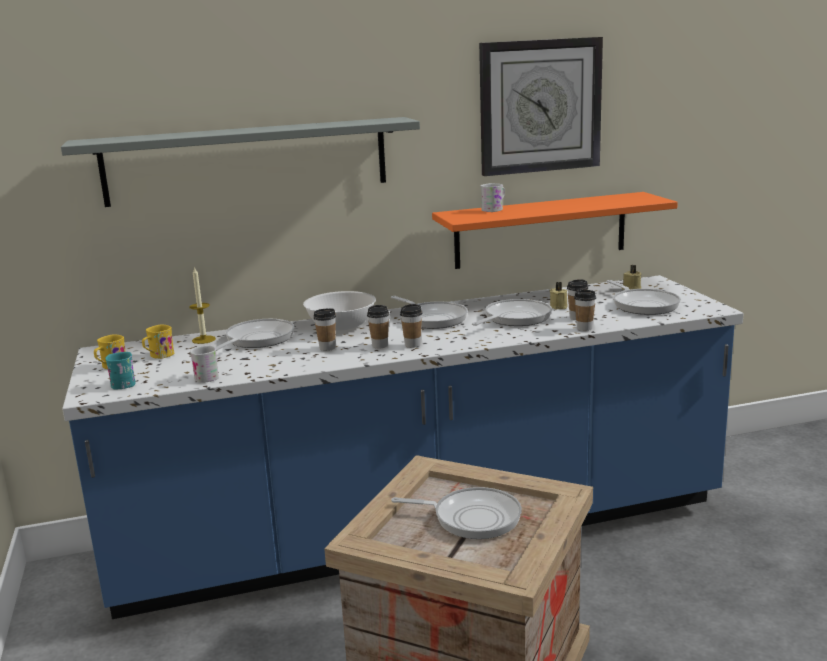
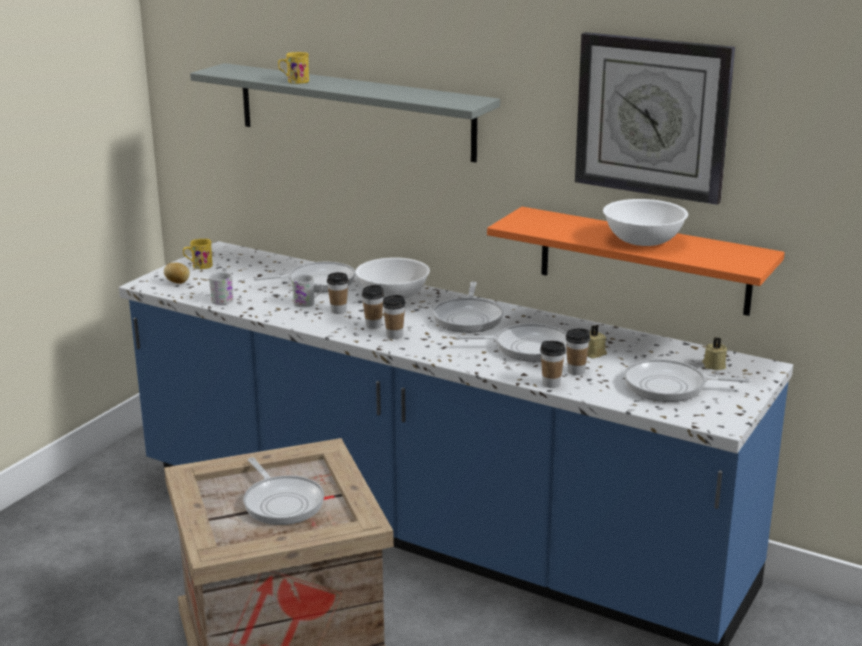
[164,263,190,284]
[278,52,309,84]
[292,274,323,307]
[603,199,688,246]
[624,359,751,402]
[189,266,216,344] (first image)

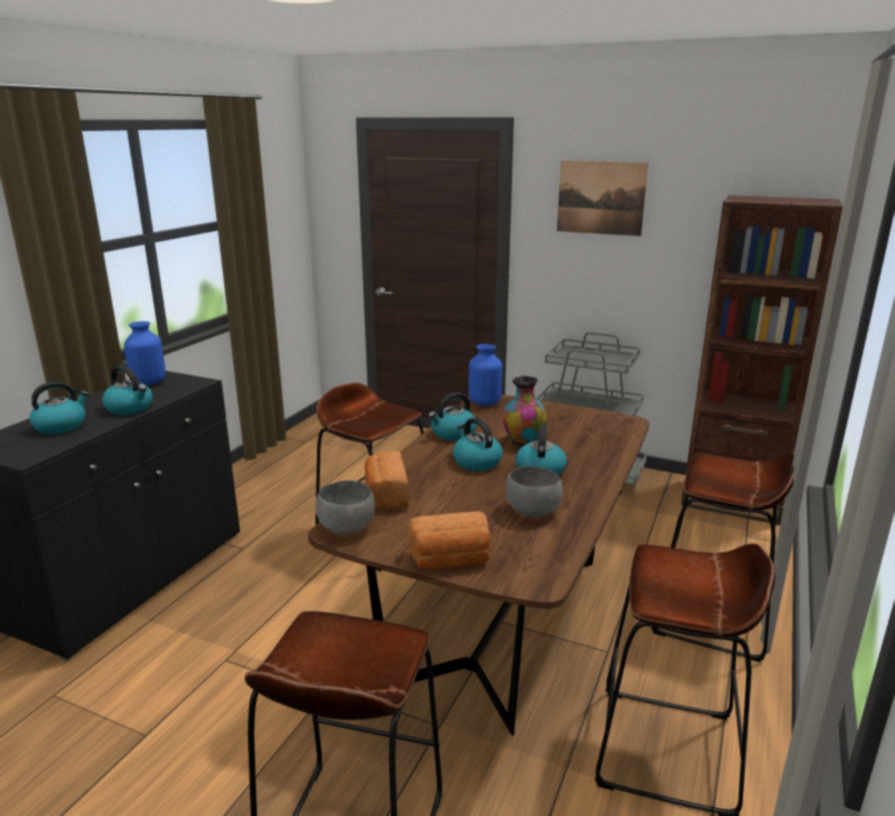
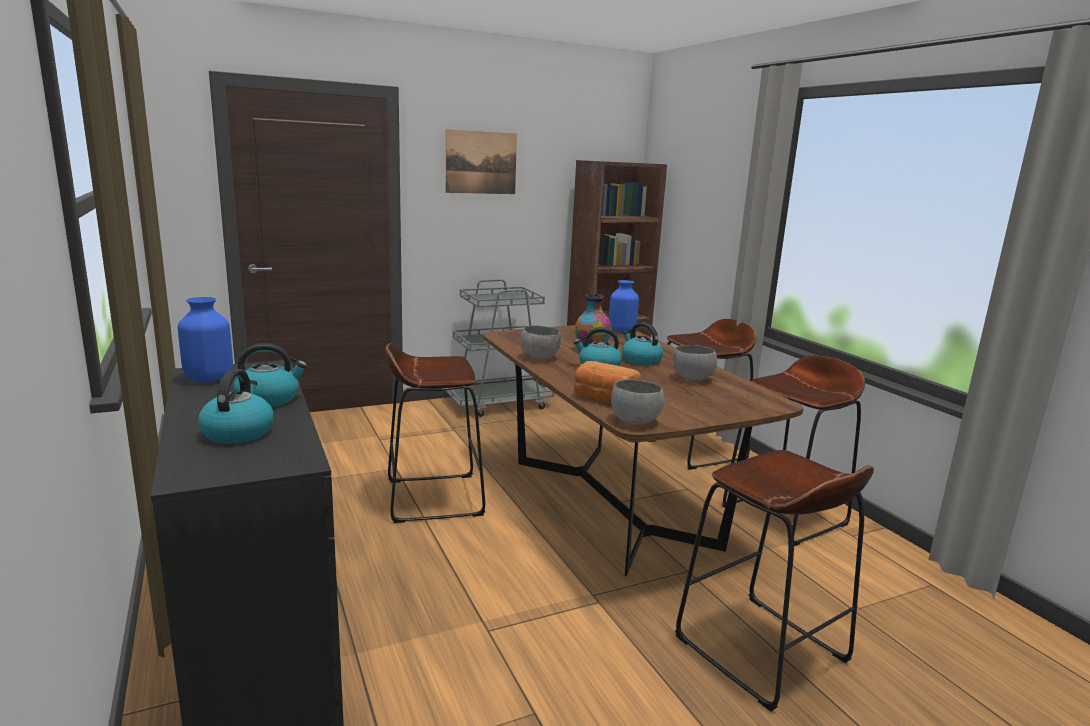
[520,325,561,359]
[609,280,639,333]
[408,511,491,569] (first image)

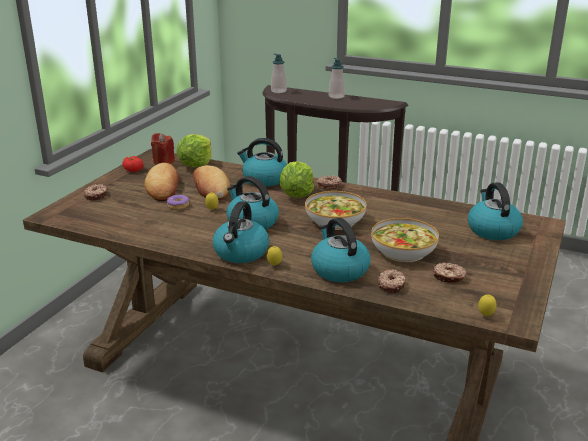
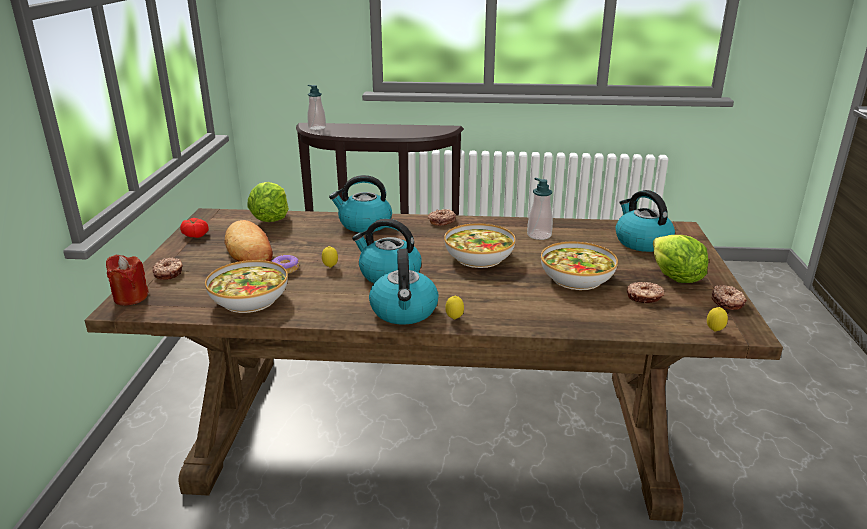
[106,255,149,306]
[205,260,288,313]
[527,178,553,240]
[653,235,708,283]
[712,285,747,310]
[193,165,230,200] (first image)
[311,218,371,282] (first image)

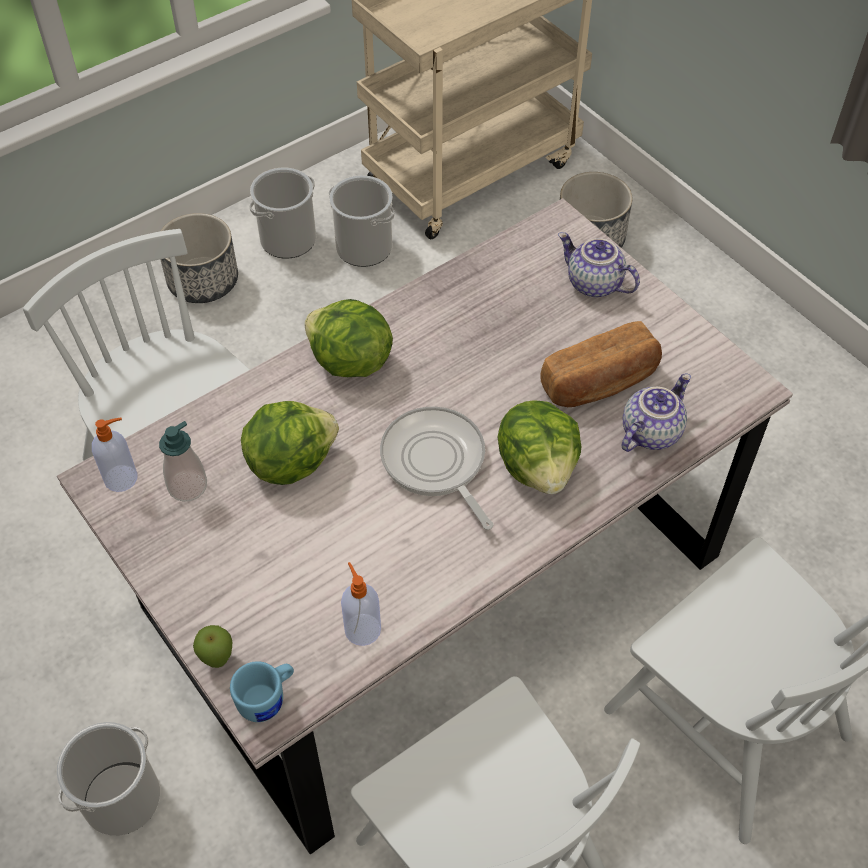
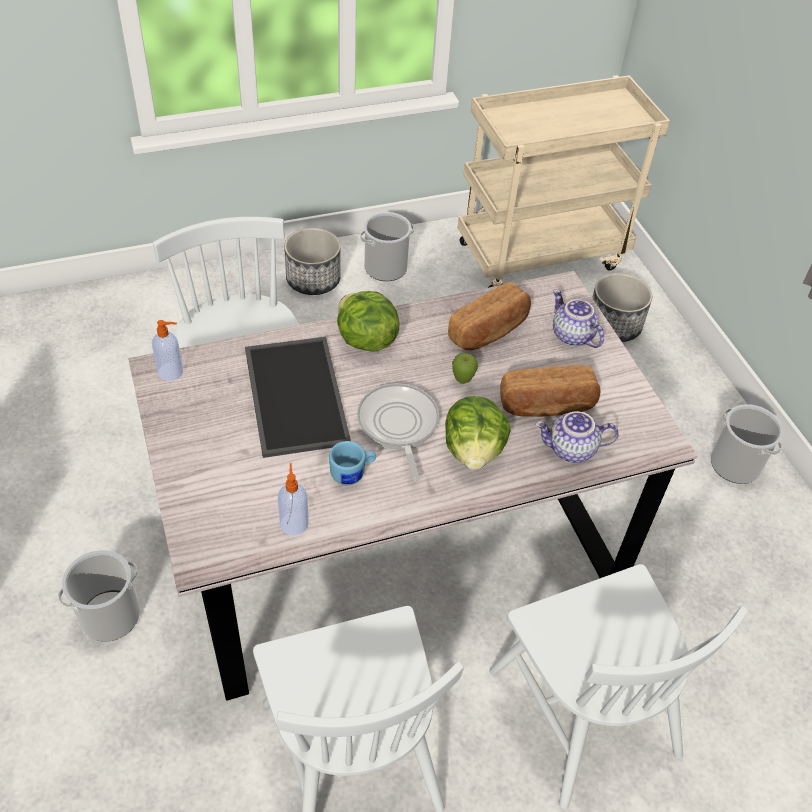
[245,337,351,458]
[329,441,376,485]
[448,282,531,350]
[452,353,478,384]
[535,411,619,463]
[711,404,784,484]
[159,421,207,502] (first image)

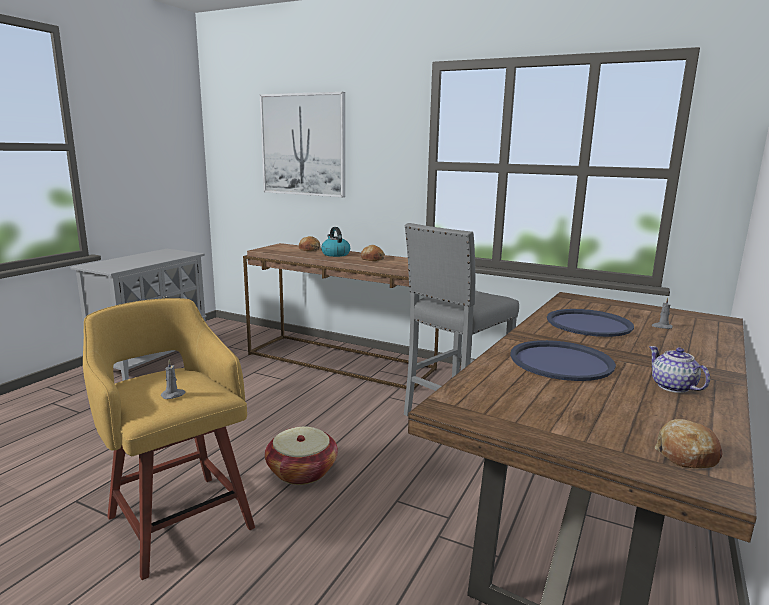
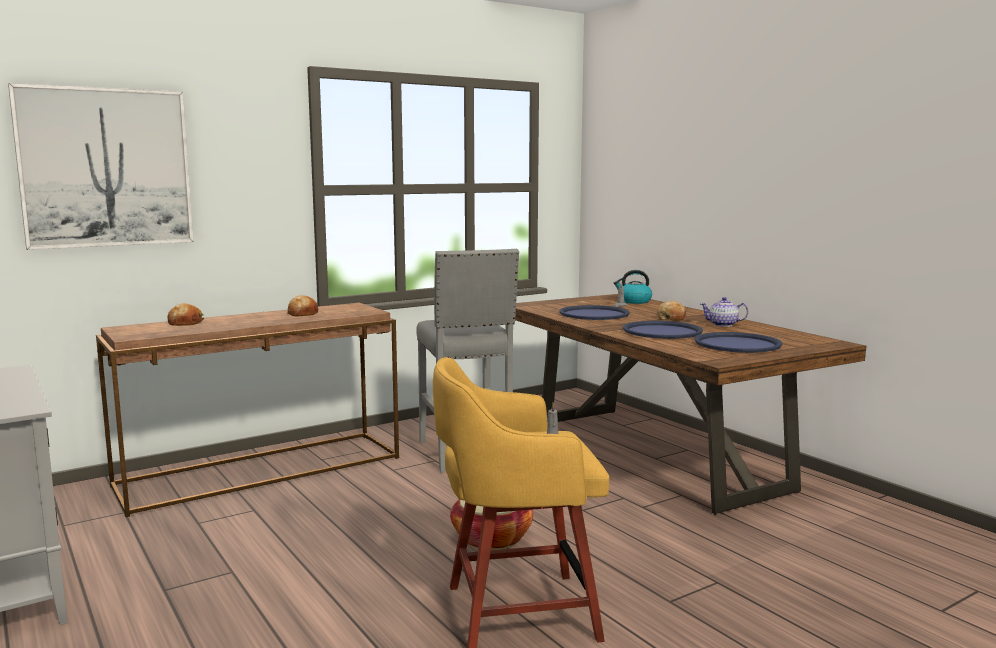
[614,270,652,304]
[657,301,686,321]
[694,332,782,353]

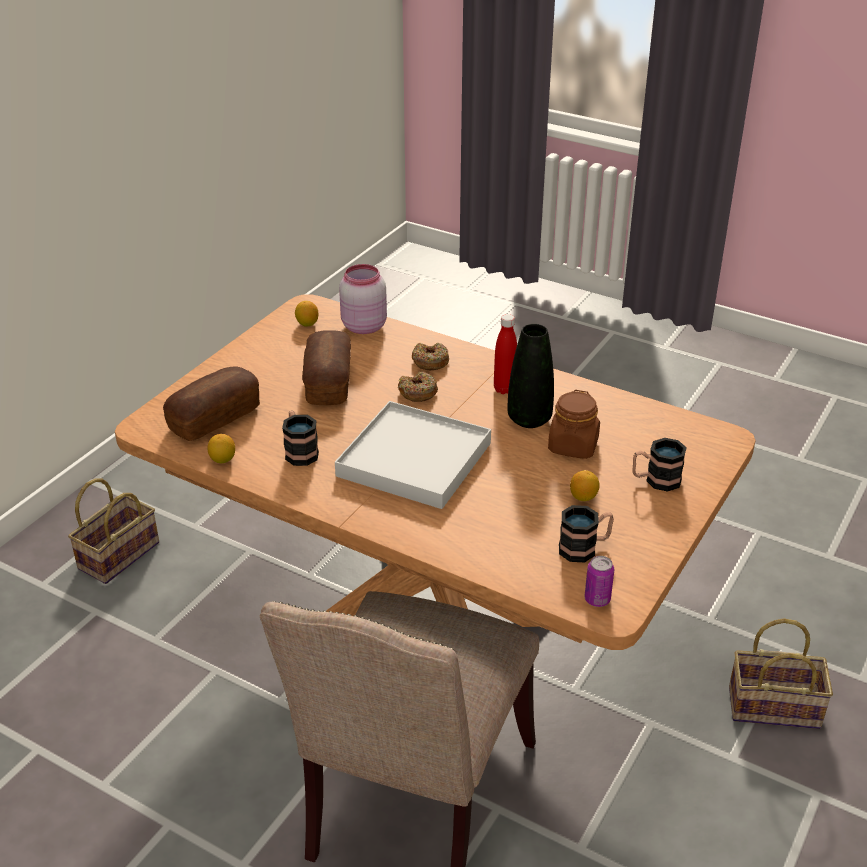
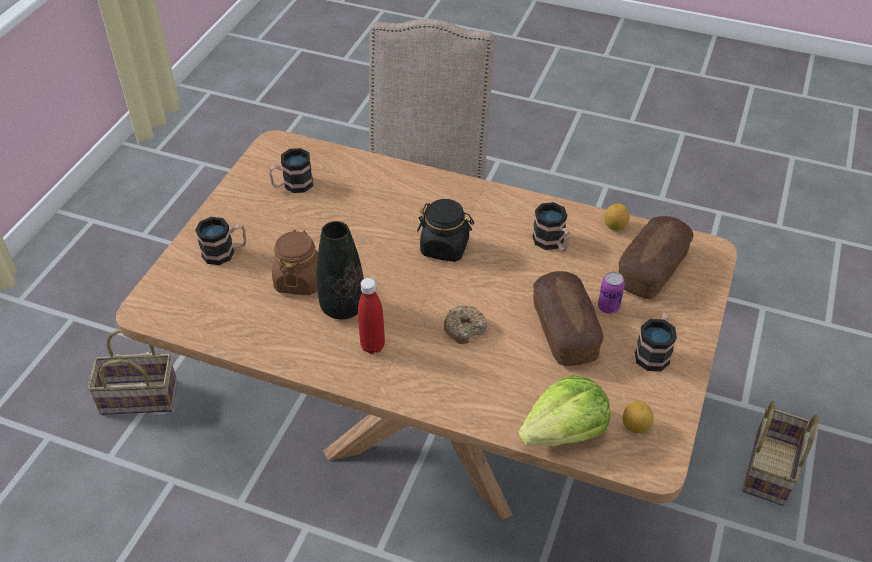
[417,199,474,262]
[518,375,610,447]
[598,272,625,314]
[635,313,677,371]
[412,343,449,370] (first image)
[570,470,600,501] (first image)

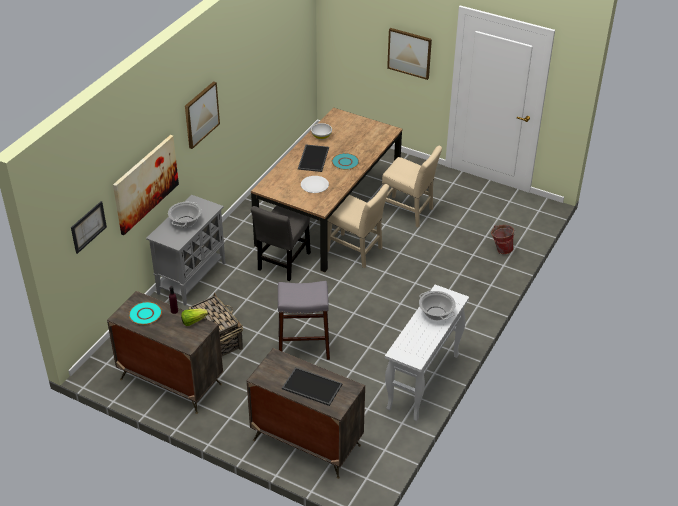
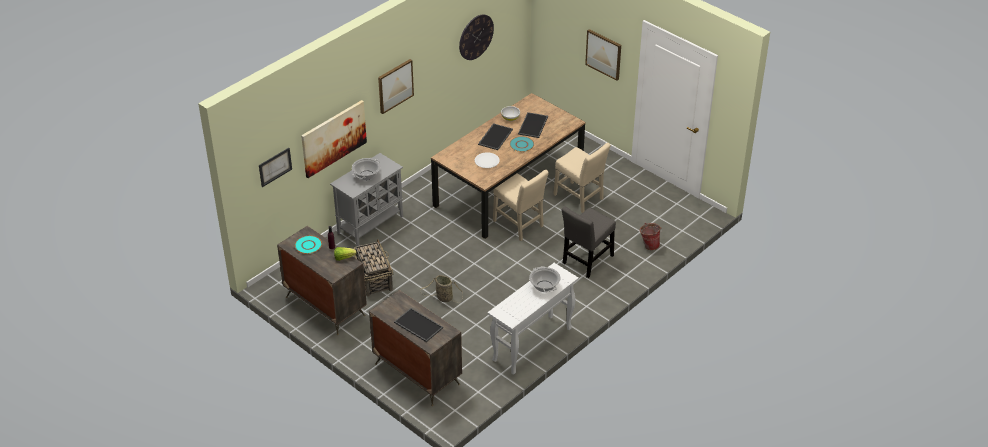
[420,275,463,303]
[459,14,494,60]
[518,112,548,138]
[561,206,616,278]

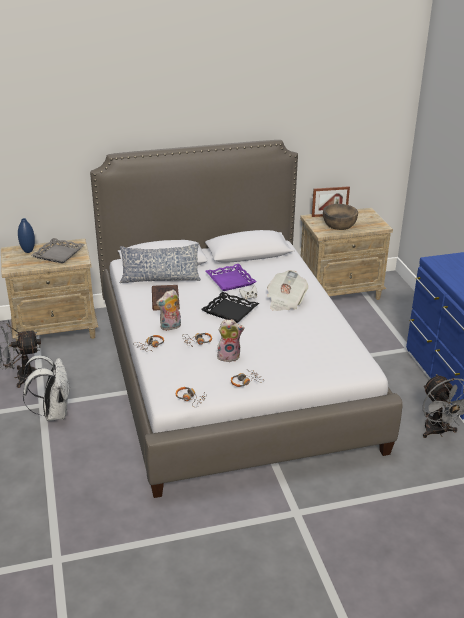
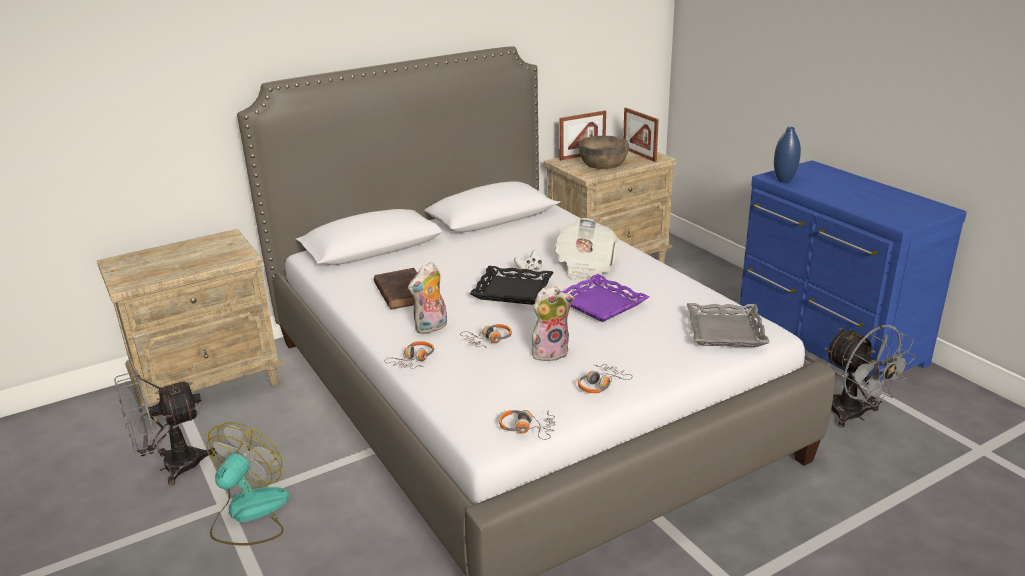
[206,422,290,546]
[561,274,649,322]
[623,108,659,162]
[687,303,770,347]
[774,127,801,183]
[120,243,201,283] (first image)

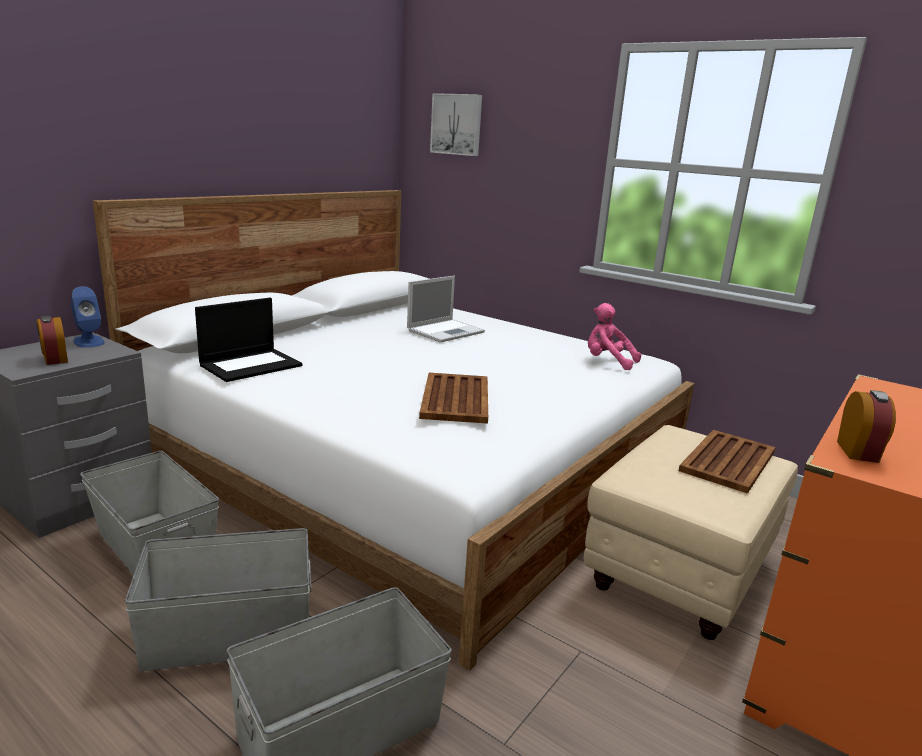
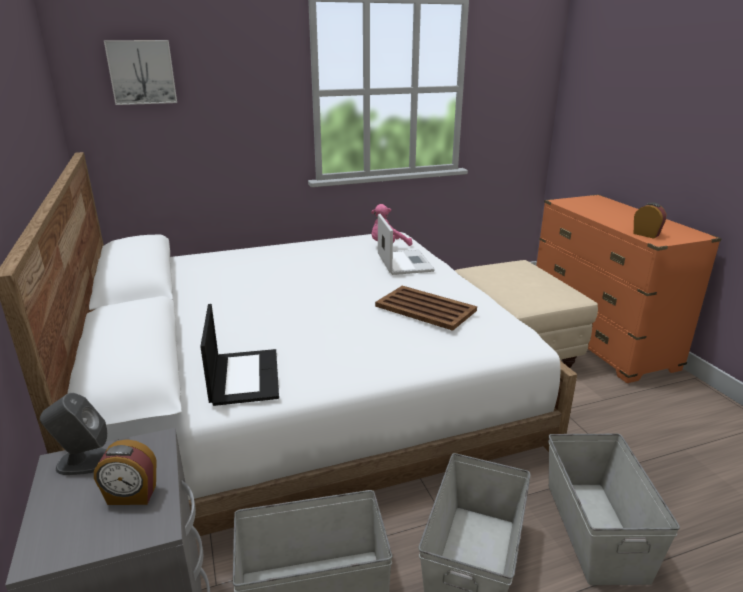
[40,393,107,475]
[378,214,435,275]
[679,430,776,494] (first image)

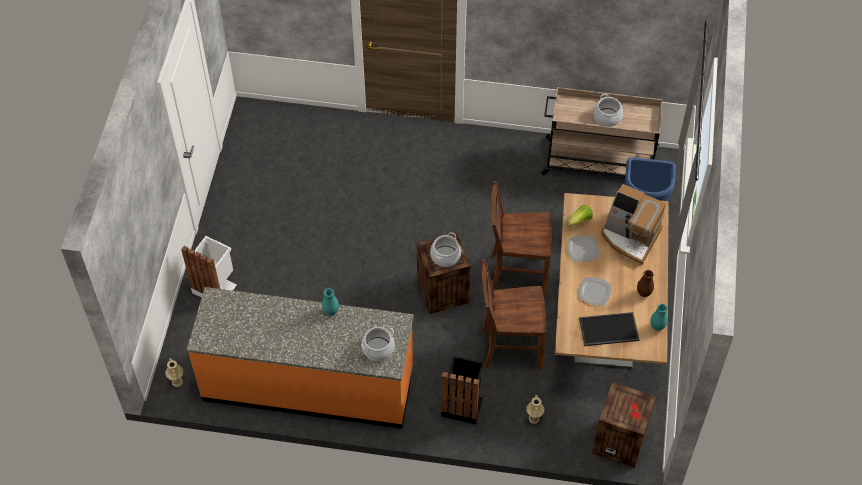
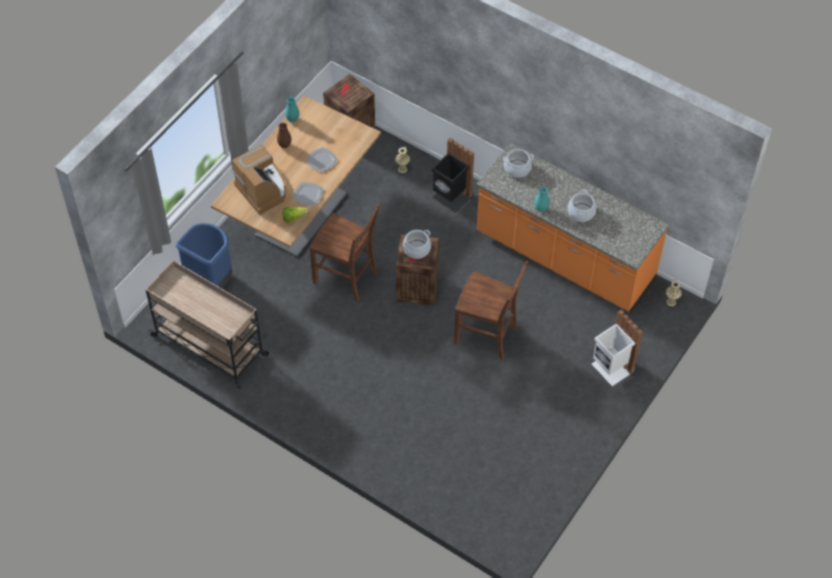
[454,261,528,359]
[568,189,596,222]
[579,312,639,346] (first image)

